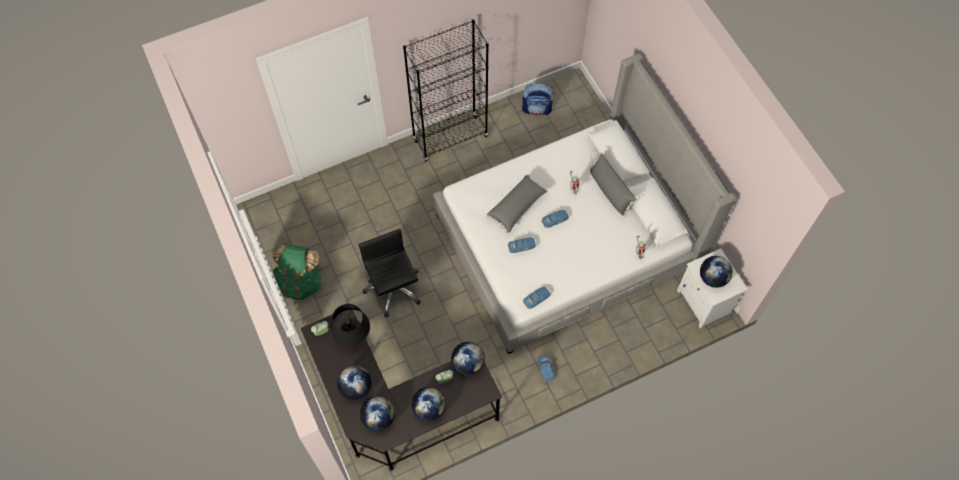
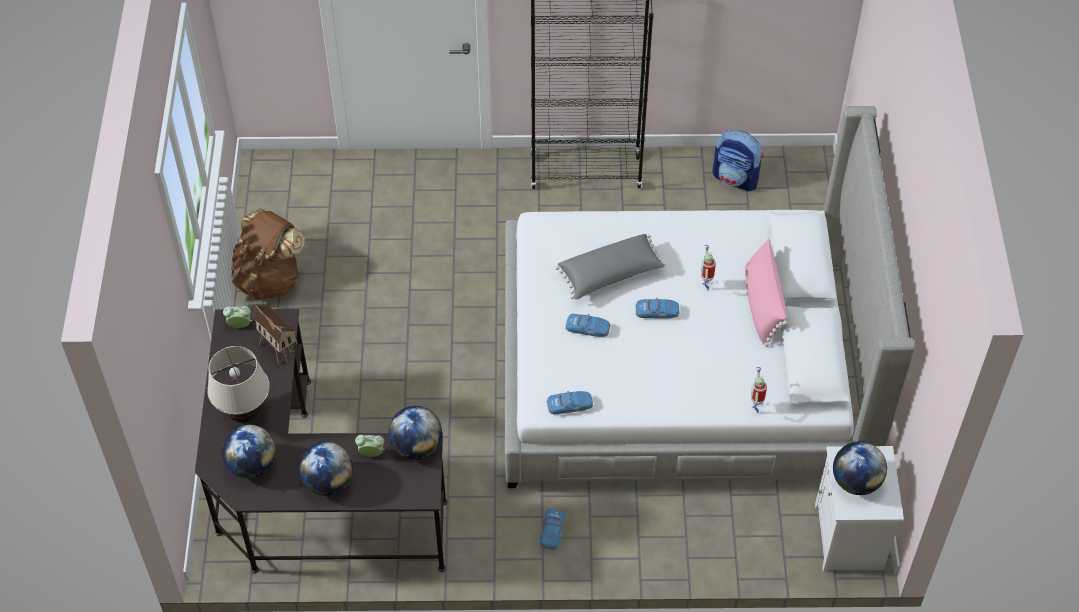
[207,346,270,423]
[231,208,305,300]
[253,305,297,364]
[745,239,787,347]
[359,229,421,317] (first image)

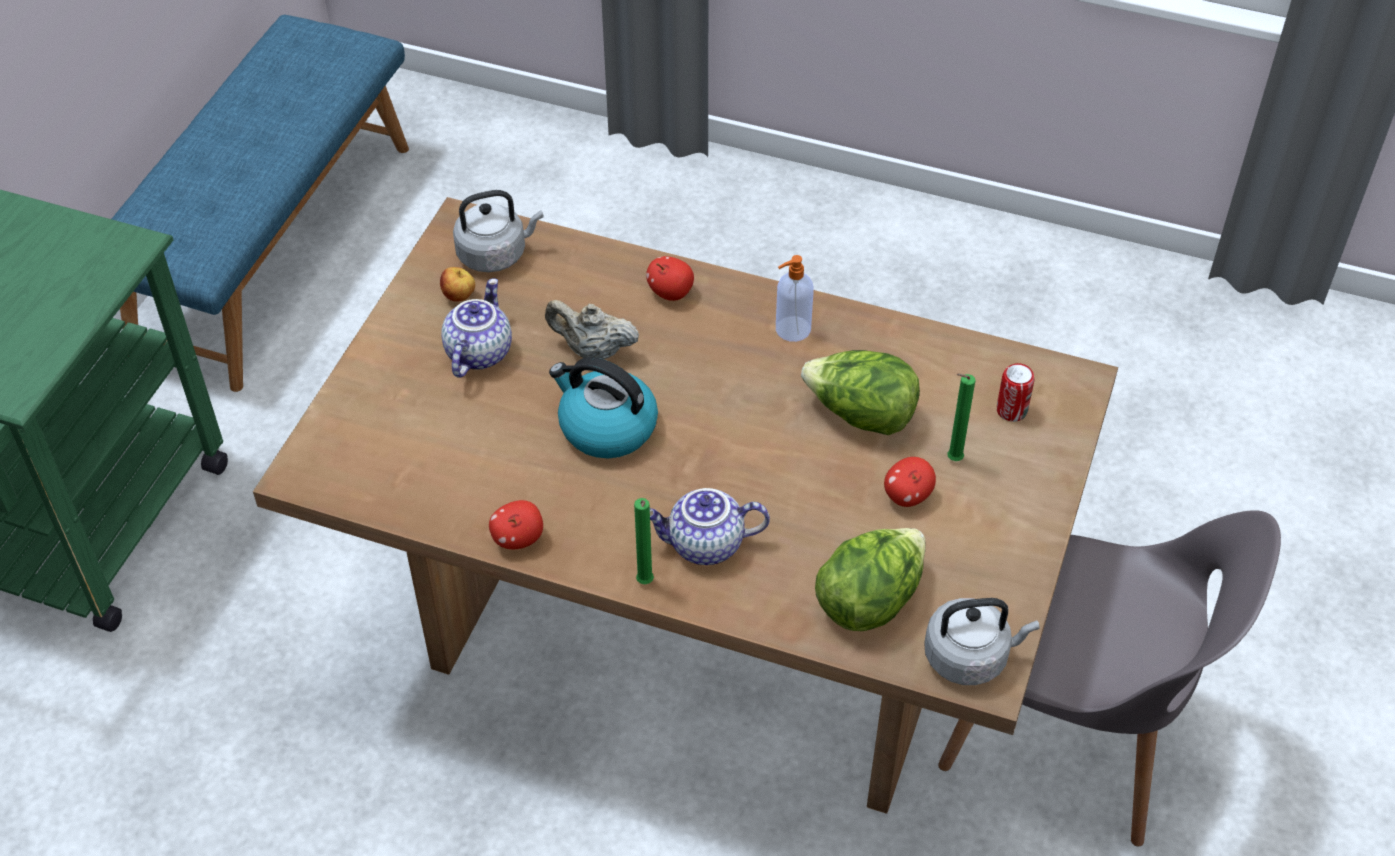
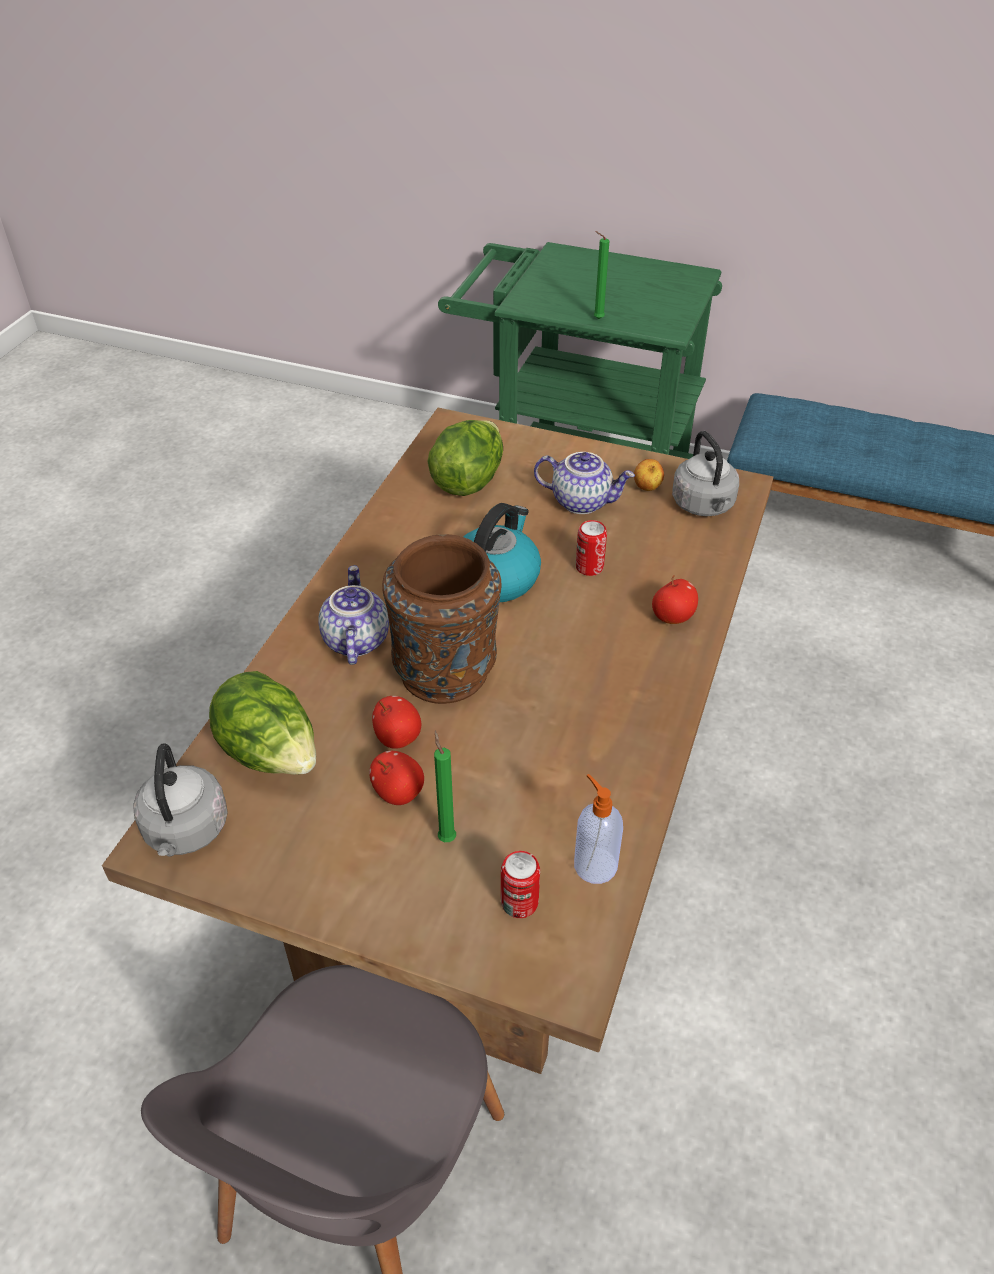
[372,696,421,749]
[382,534,501,704]
[427,420,503,496]
[574,774,623,884]
[576,520,607,576]
[594,231,609,319]

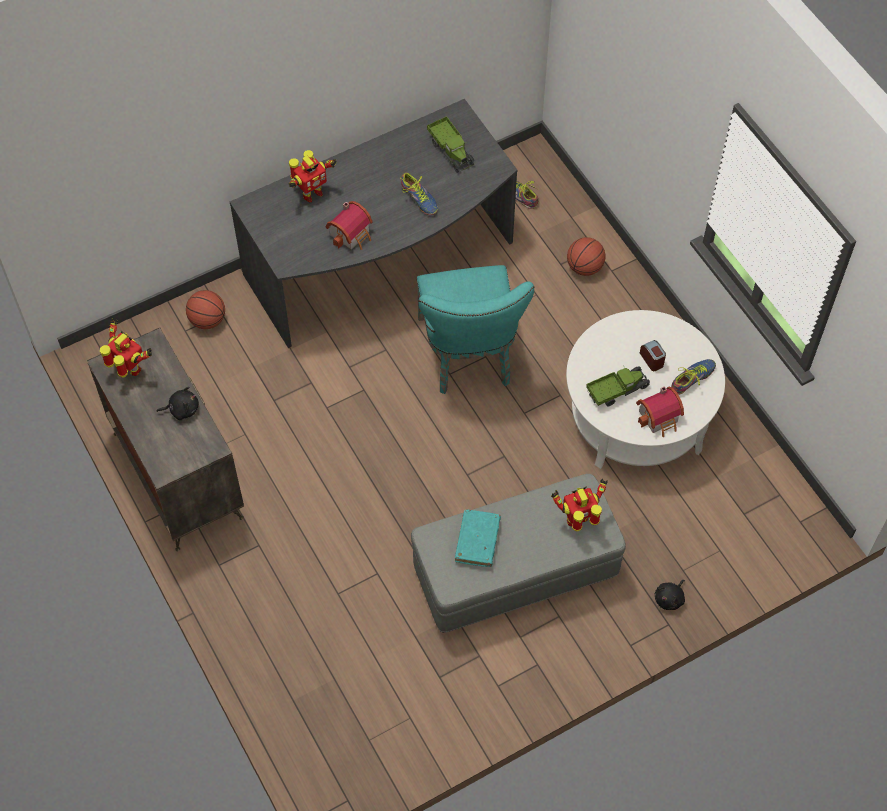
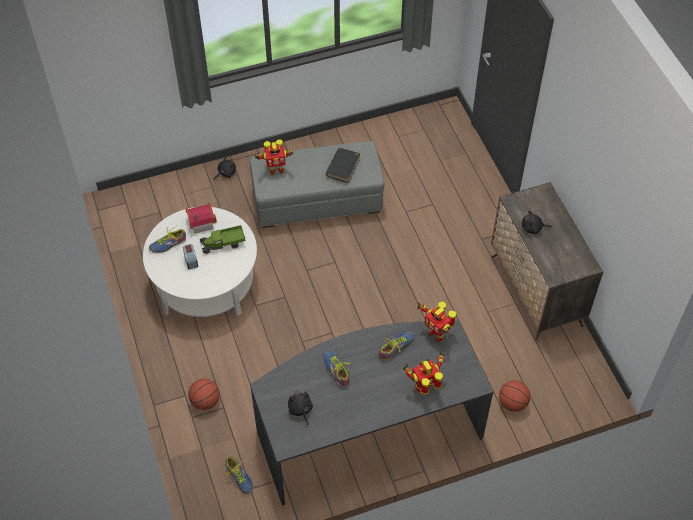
[288,390,313,425]
[326,148,360,183]
[379,332,415,360]
[417,302,456,342]
[417,265,534,394] (first image)

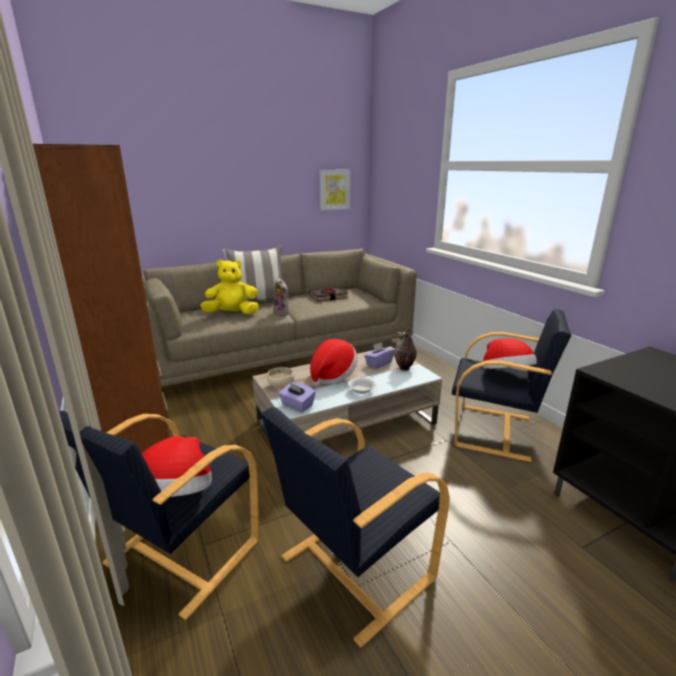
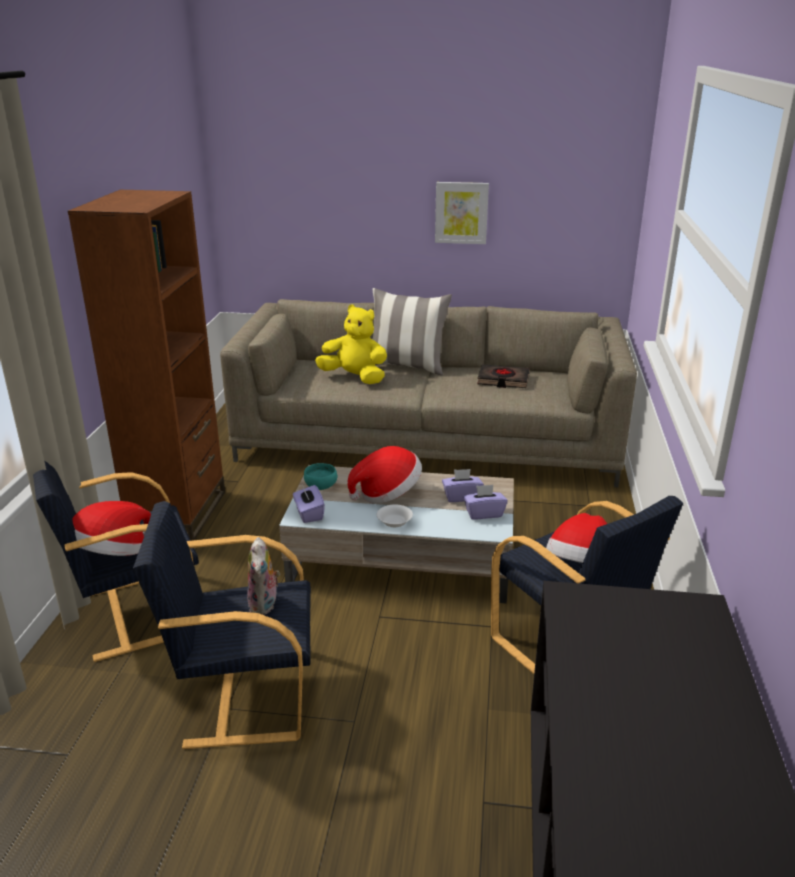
[247,537,280,615]
[304,463,337,490]
[435,182,489,244]
[463,485,508,520]

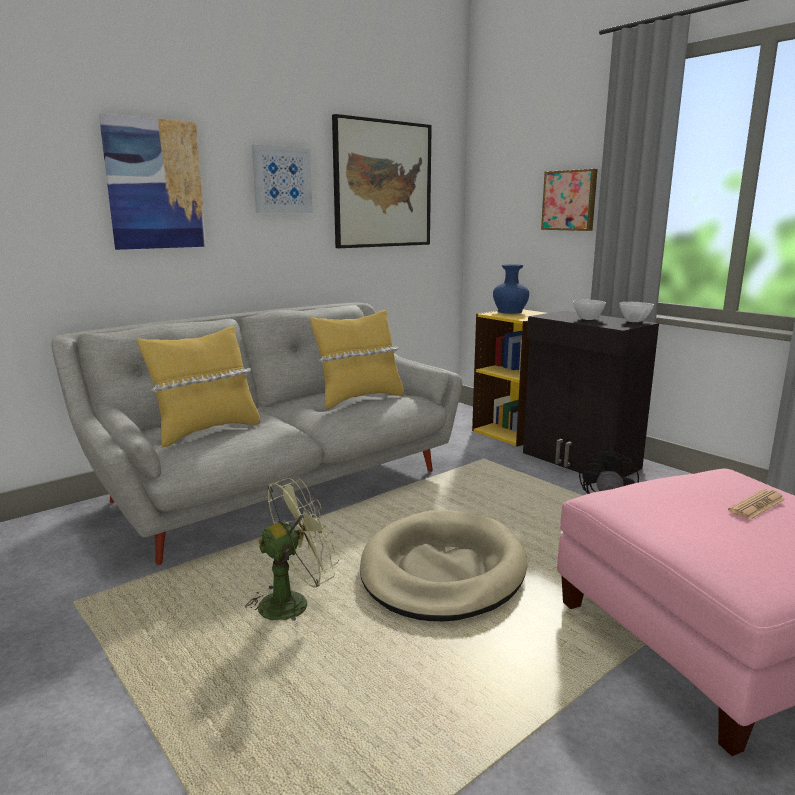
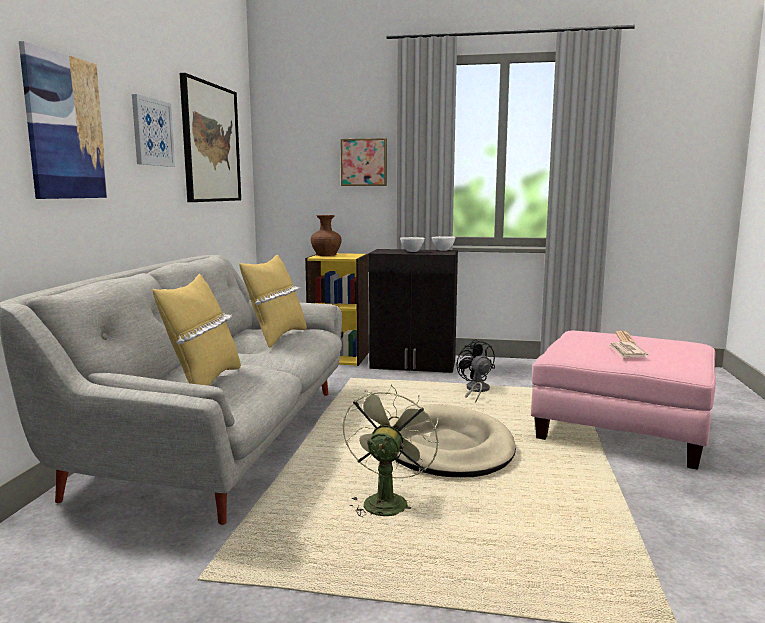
[311,215,341,256]
[608,341,649,359]

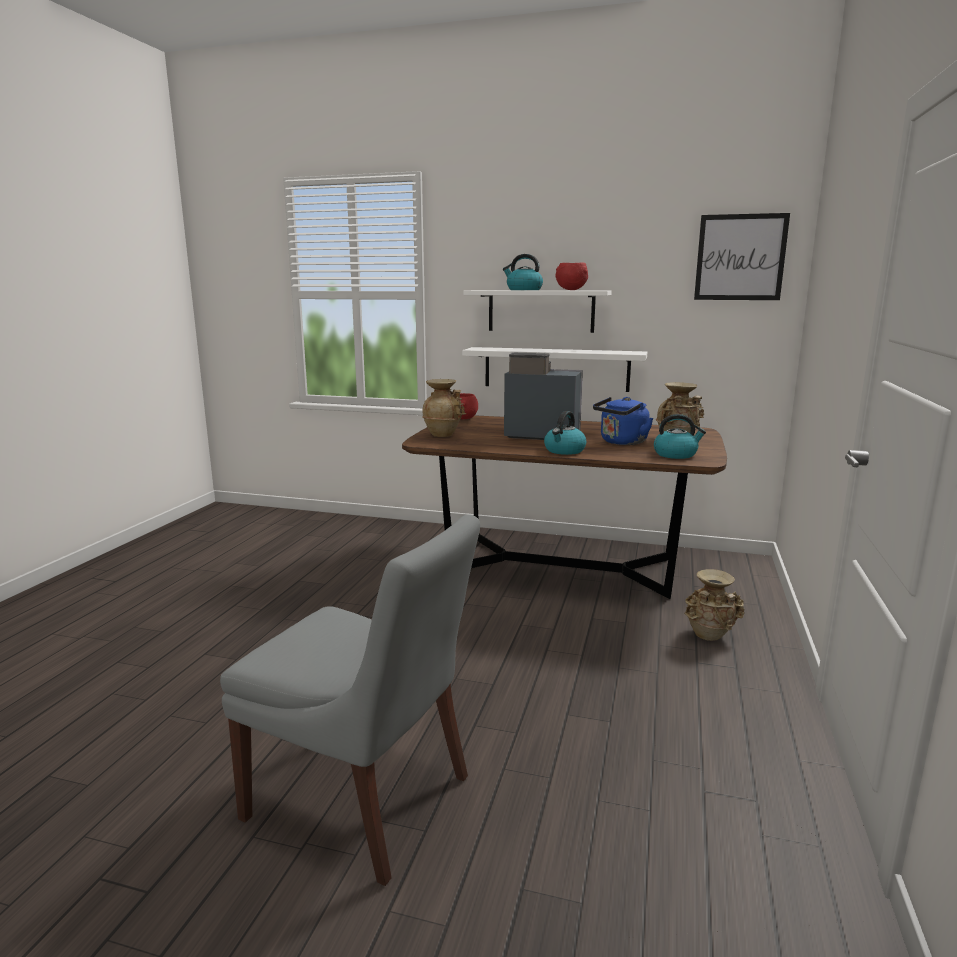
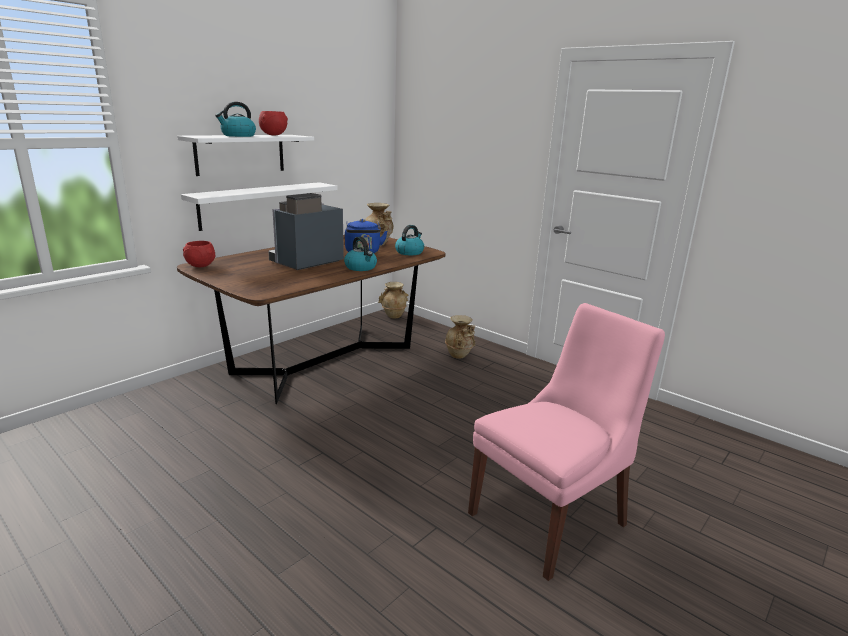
[378,282,408,319]
[468,303,665,581]
[694,213,790,300] (first image)

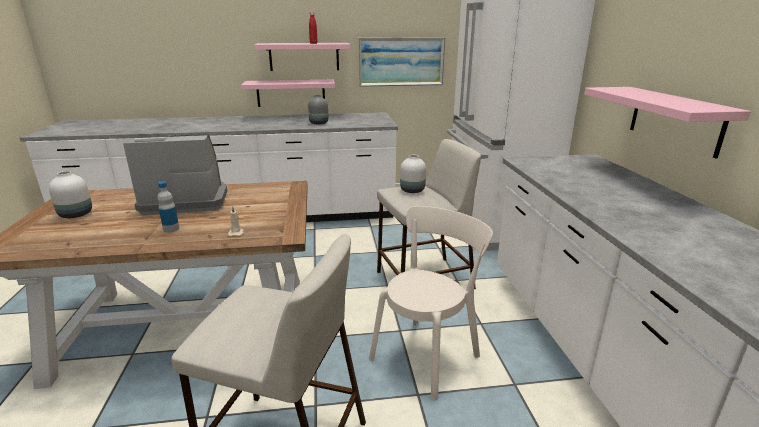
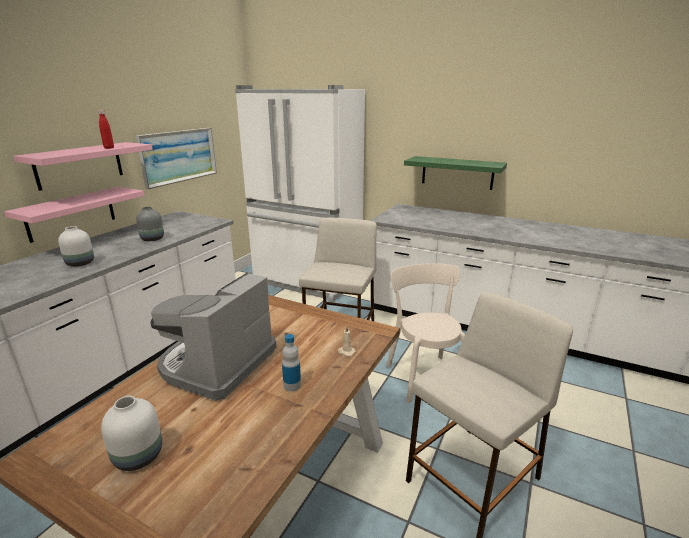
[58,226,94,267]
[404,156,507,190]

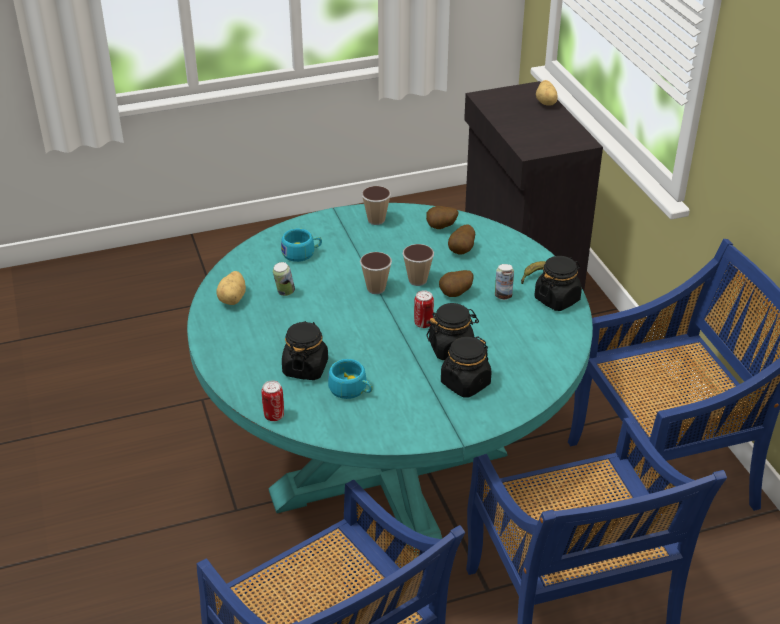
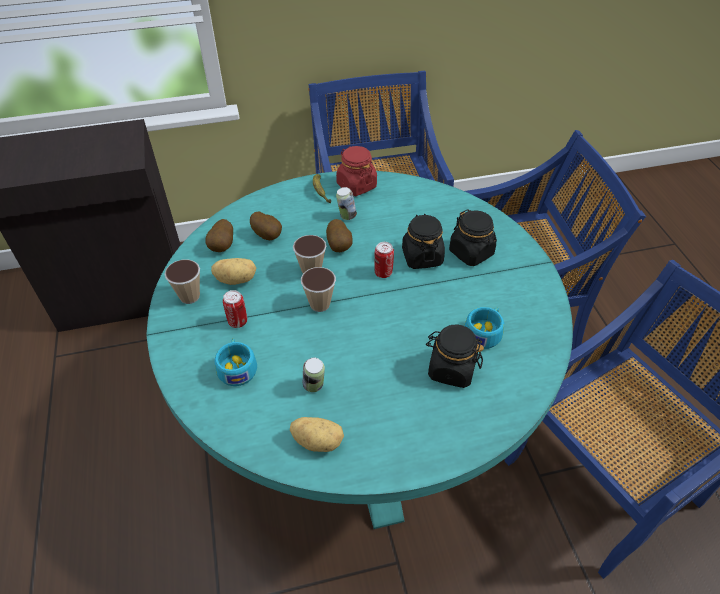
[211,258,256,285]
[223,290,247,328]
[336,146,377,196]

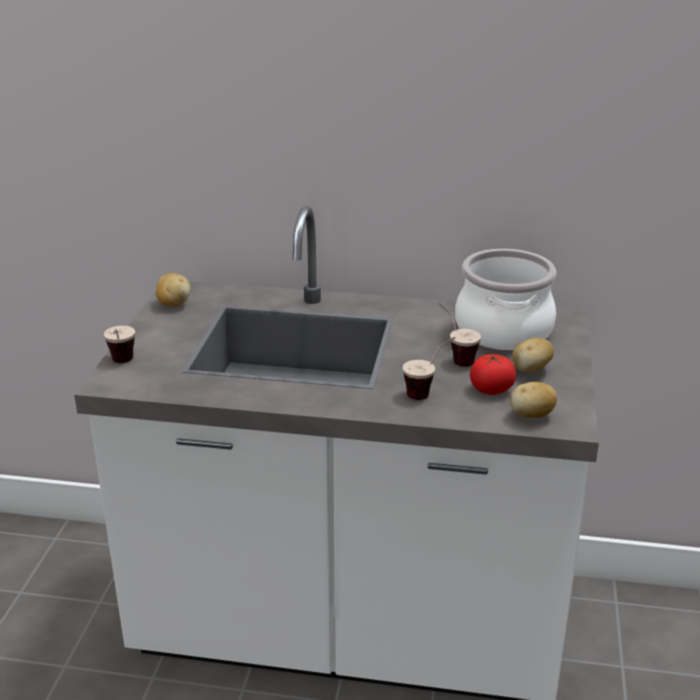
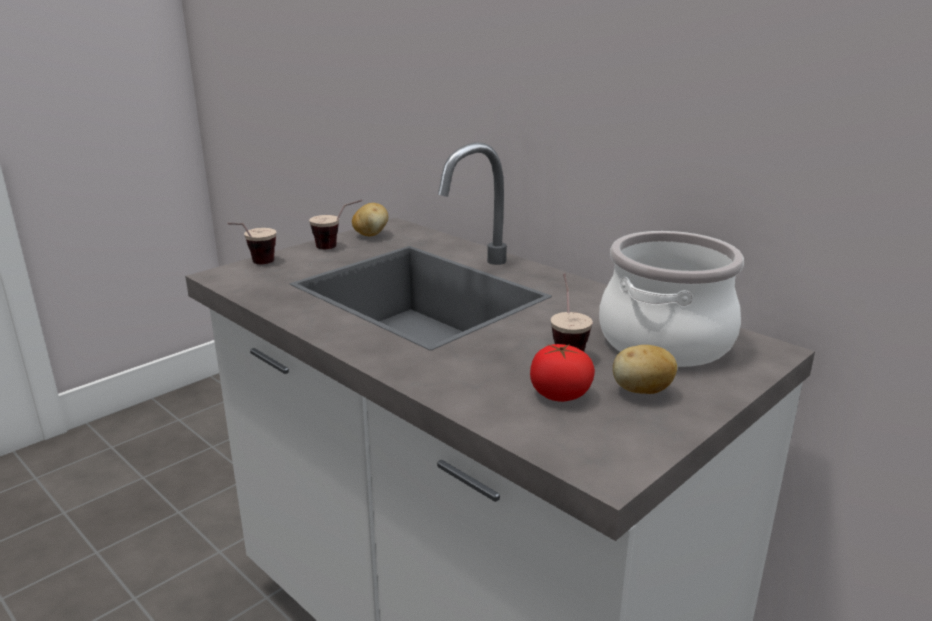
[309,200,362,249]
[510,382,557,418] (first image)

